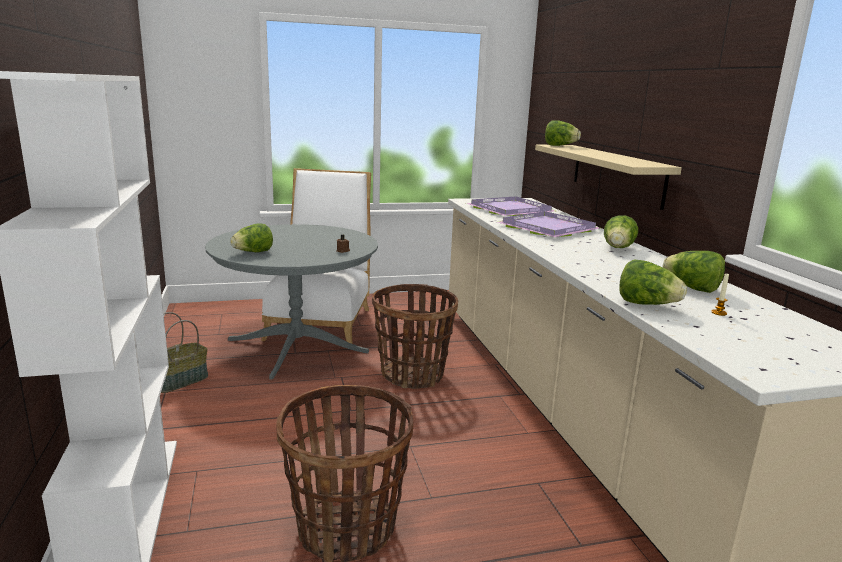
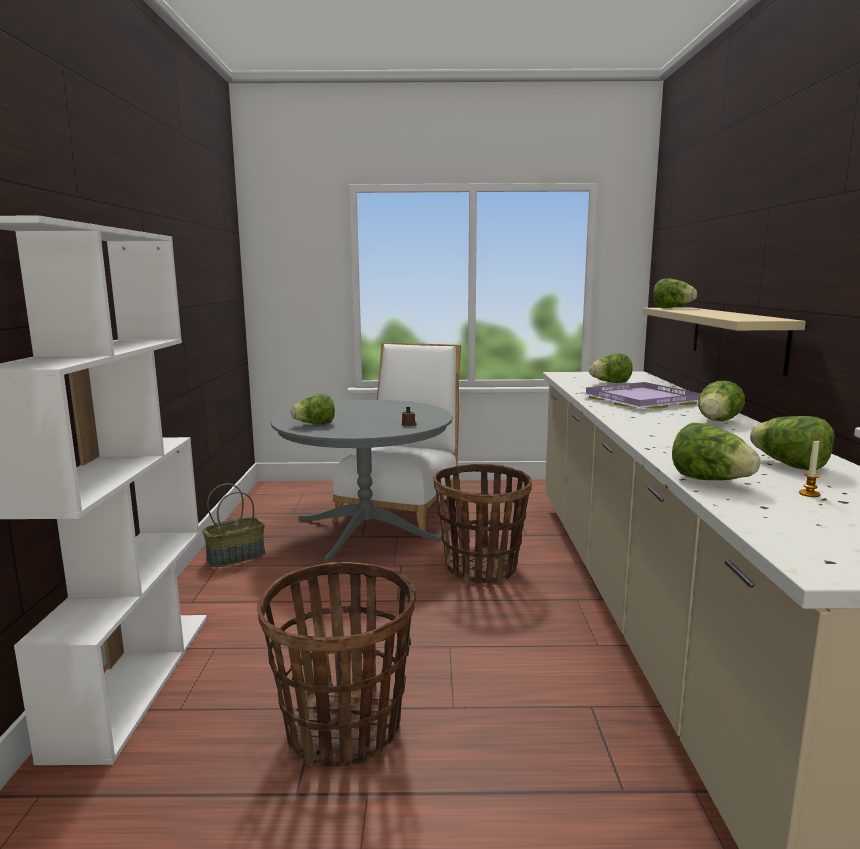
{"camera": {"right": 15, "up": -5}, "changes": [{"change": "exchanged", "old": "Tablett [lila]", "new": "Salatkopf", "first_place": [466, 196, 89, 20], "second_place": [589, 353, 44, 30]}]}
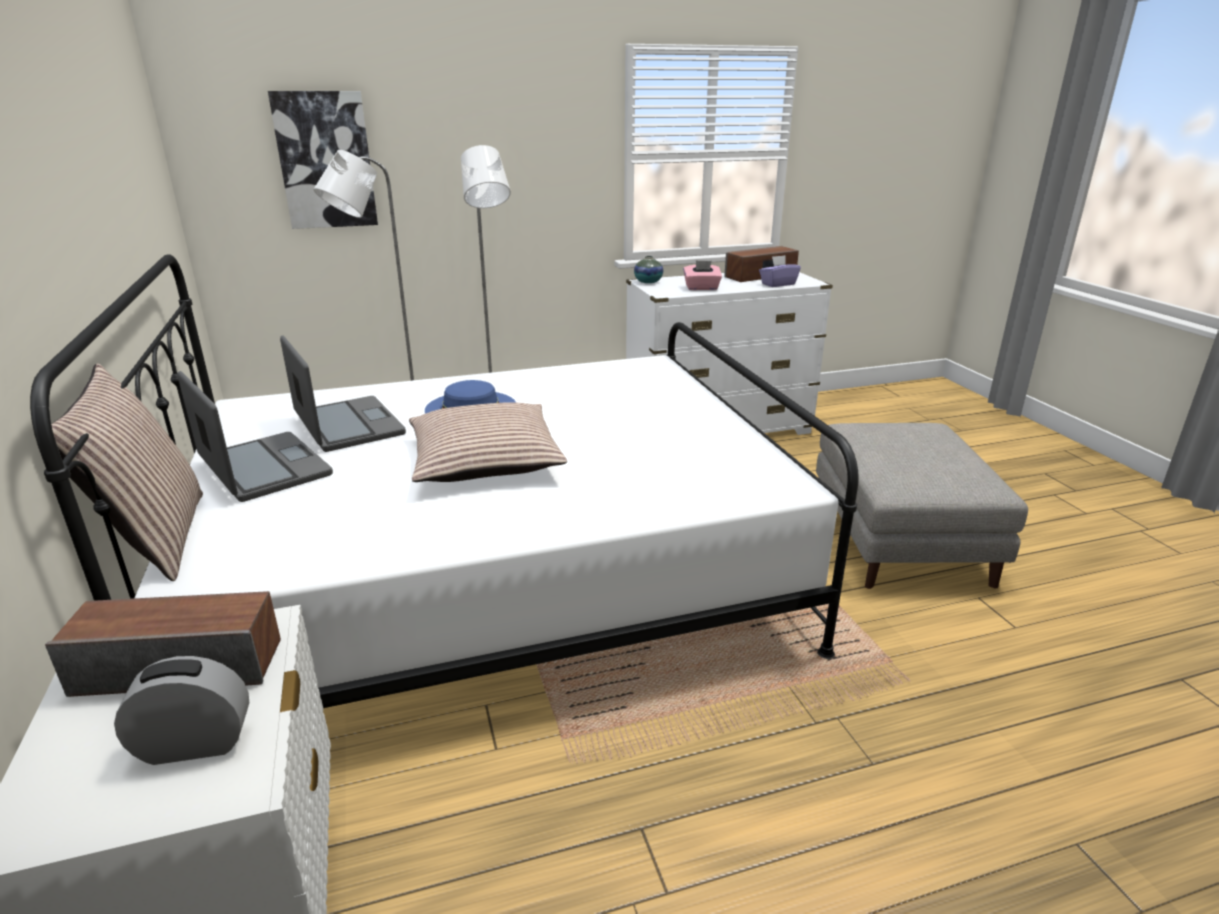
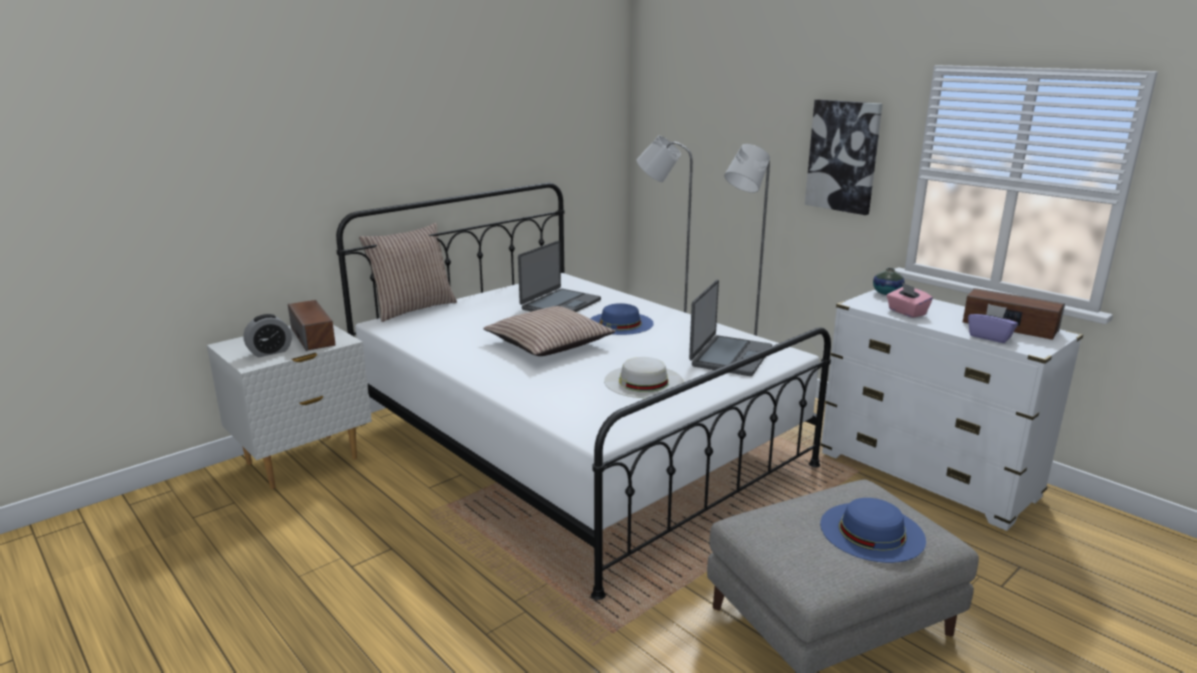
{"camera": {"right": 65, "up": -5}, "changes": [{"change": "relocated", "old": "Bild", "first_place": [268, 91, 110, 138], "second_place": [805, 99, 78, 116]}, {"change": "relocated", "old": "Laptop", "first_place": [177, 371, 156, 131], "second_place": [689, 280, 83, 96]}, {"change": "spun", "old": "Wecker", "first_place": [114, 656, 135, 109], "second_place": [243, 314, 49, 43], "degrees": 90}, {"change": "appeared", "new": "Hut [weiß]", "second_place": [604, 357, 80, 41]}, {"change": "appeared", "new": "Hut [blau]", "second_place": [820, 498, 106, 65]}]}
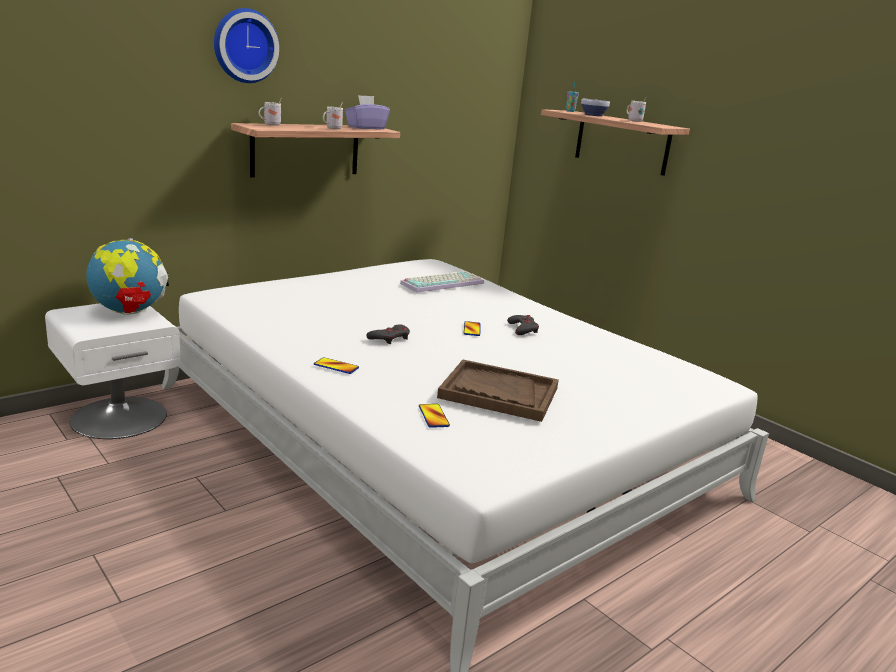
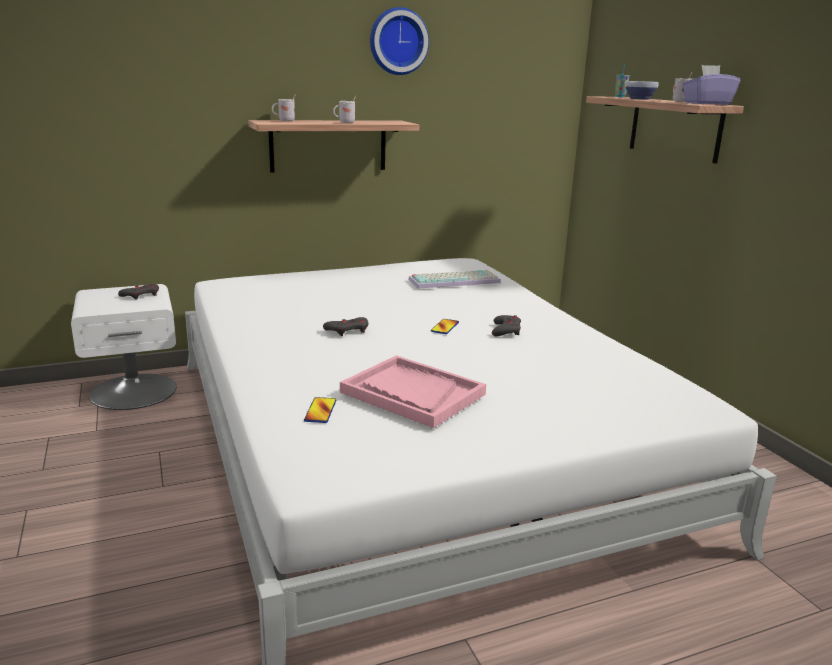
{"camera": {"right": 20, "up": 0}, "changes": [{"change": "relocated", "old": "Wanduhr", "first_place": [214, 8, 65, 75], "second_place": [370, 7, 59, 68]}, {"change": "relocated", "old": "Taschentuchbox [lila]", "first_place": [345, 95, 45, 35], "second_place": [682, 65, 58, 40]}, {"change": "exchanged", "old": "Globus", "new": "Gamepad [grau]", "first_place": [86, 238, 83, 77], "second_place": [118, 284, 41, 16]}, {"change": "missing", "old": "Handy", "first_place": [314, 357, 45, 17]}, {"change": "colour", "old": "Tablett [braun]", "new": "Tablett [rosa]", "first_place": [437, 360, 122, 62], "second_place": [340, 355, 146, 73]}]}
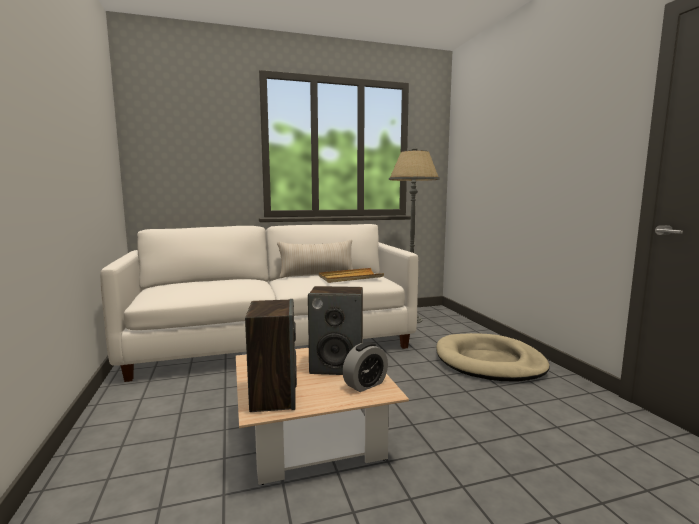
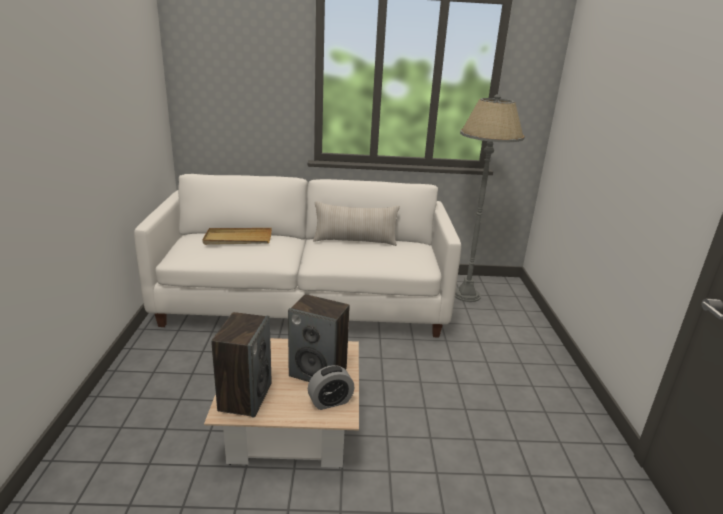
{"camera": {"right": 15, "up": 15}, "changes": [{"change": "relocated", "old": "Tablett [beige]", "first_place": [319, 268, 65, 15], "second_place": [202, 228, 70, 17]}, {"change": "missing", "old": "Hundebett [beige]", "first_place": [436, 333, 114, 49]}]}
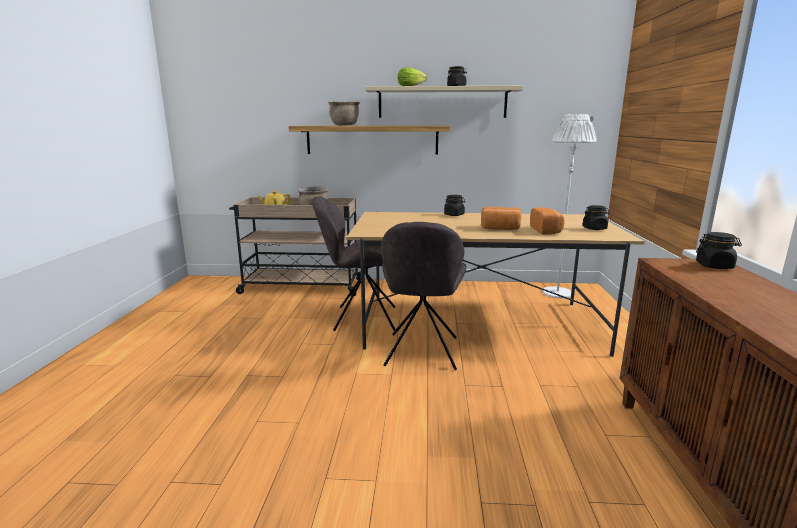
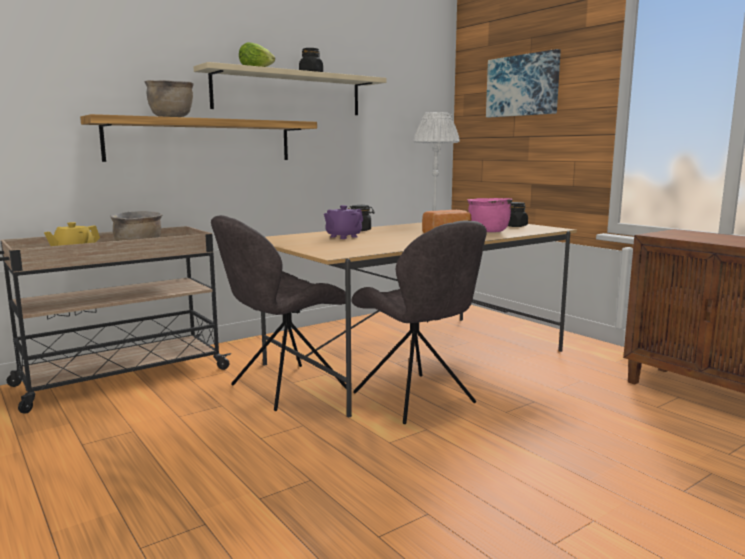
{"camera": {"right": -40, "up": -5}, "changes": [{"change": "exchanged", "old": "Brot", "new": "Kochtopf [rosa]", "first_place": [530, 207, 35, 27], "second_place": [467, 198, 46, 34]}, {"change": "missing", "old": "Vorratsglas [schwarz]", "first_place": [696, 232, 46, 37]}, {"change": "appeared", "new": "Bild", "second_place": [486, 49, 75, 68]}, {"change": "appeared", "new": "Teekanne [lila]", "second_place": [324, 205, 39, 34]}]}
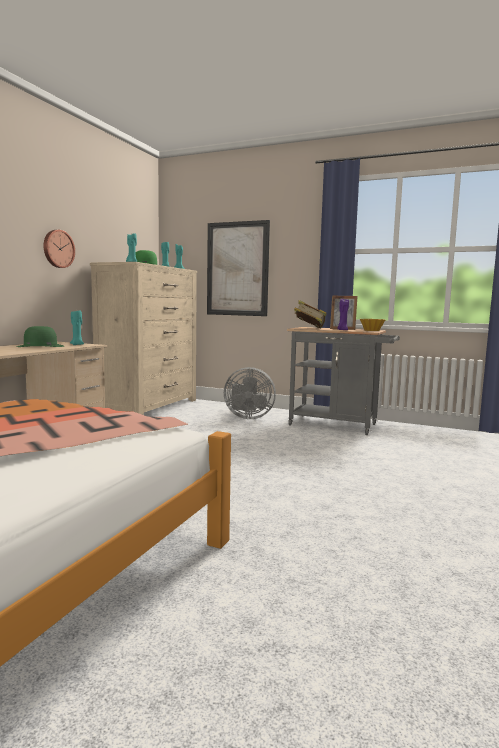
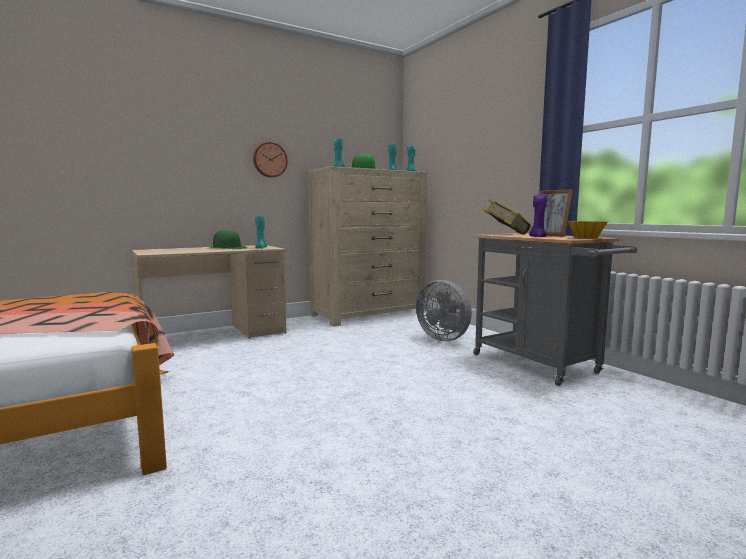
{"camera": {"right": 35, "up": 0}, "changes": [{"change": "missing", "old": "Bild", "first_place": [207, 220, 63, 96]}]}
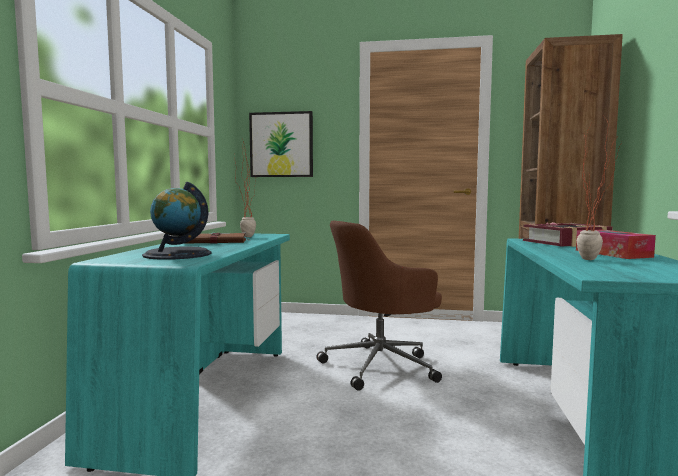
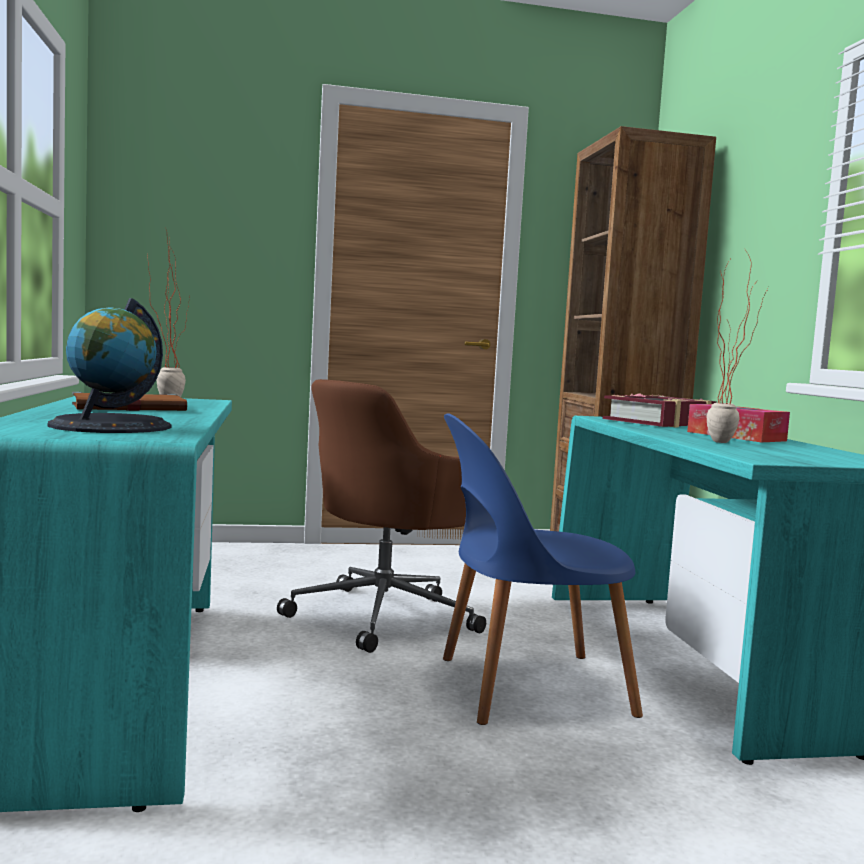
{"camera": {"right": -20, "up": 0}, "changes": [{"change": "missing", "old": "Bild", "first_place": [249, 111, 64, 66]}, {"change": "appeared", "new": "Stuhl [blau]", "second_place": [443, 413, 200, 312]}]}
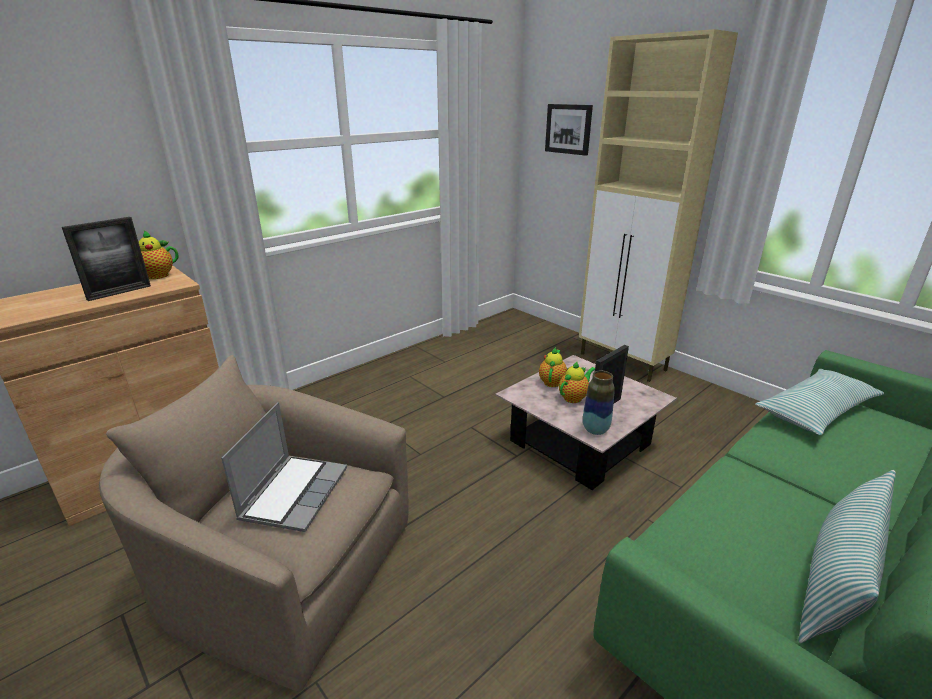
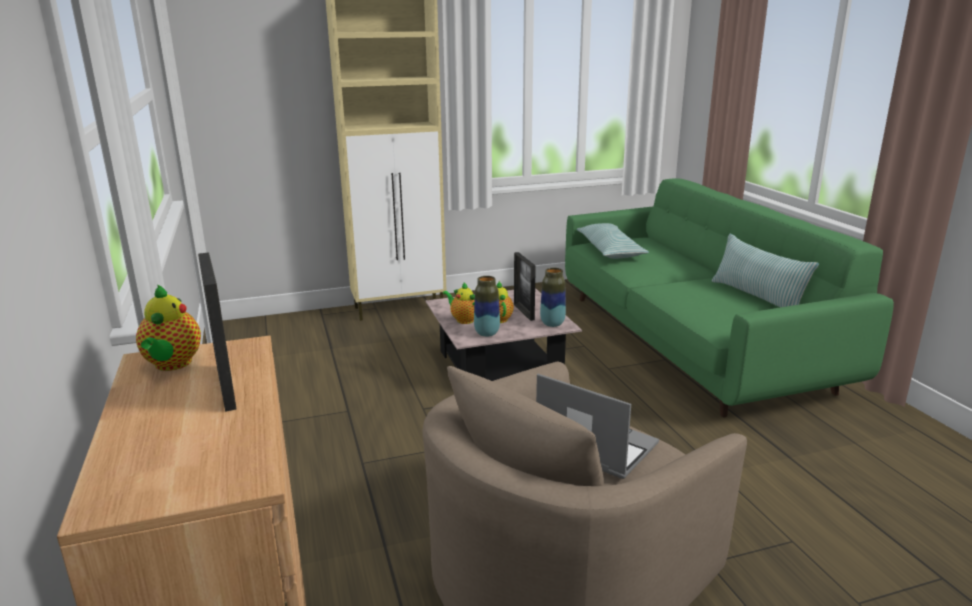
{"camera": {"right": -65, "up": -5}, "changes": [{"change": "missing", "old": "Bild", "first_place": [545, 104, 48, 52]}, {"change": "appeared", "new": "Vase", "second_place": [474, 276, 26, 61]}]}
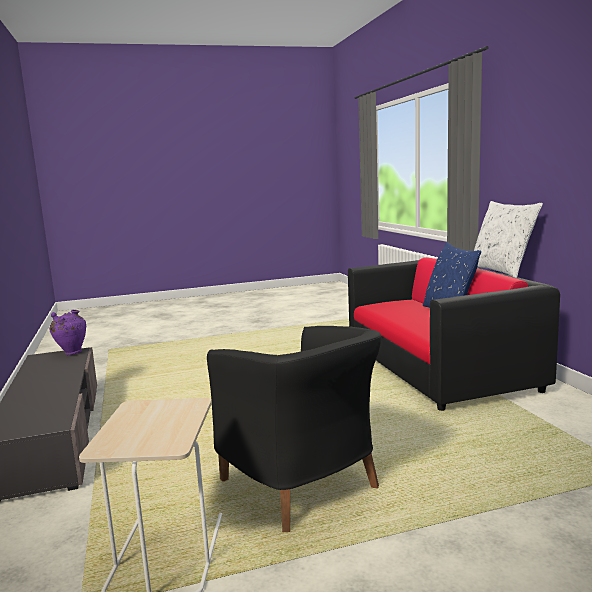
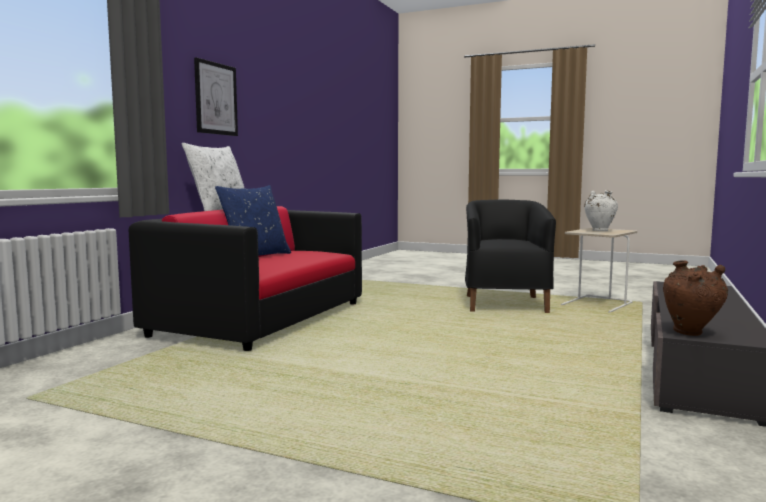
{"camera": {"right": -140, "up": -5}, "changes": [{"change": "colour", "old": "Vase [lila]", "new": "Vase [braun]", "first_place": [49, 310, 37, 45], "second_place": [663, 260, 65, 76]}, {"change": "appeared", "new": "Bild", "second_place": [194, 57, 44, 79]}, {"change": "appeared", "new": "Vase [weiß]", "second_place": [584, 190, 34, 41]}]}
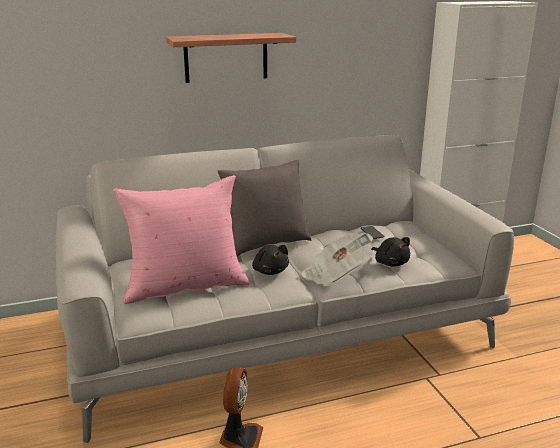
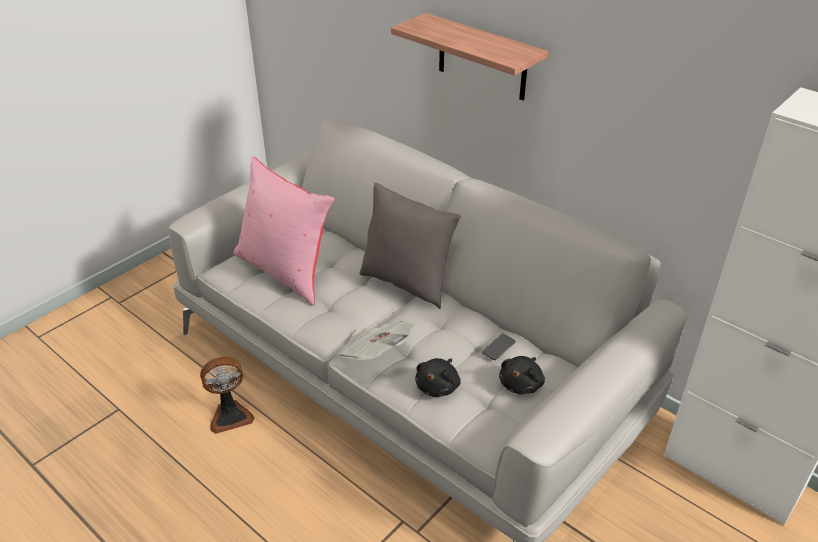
{"camera": {"right": 60, "up": 15}, "changes": [{"change": "relocated", "old": "Plüschtier [schwarz]", "first_place": [252, 245, 37, 30], "second_place": [499, 356, 46, 38]}]}
